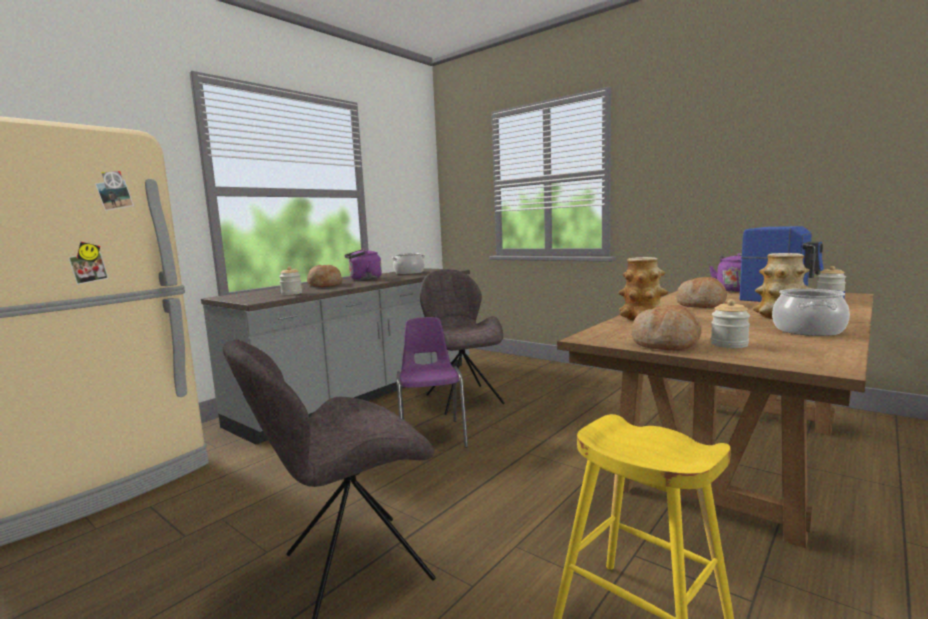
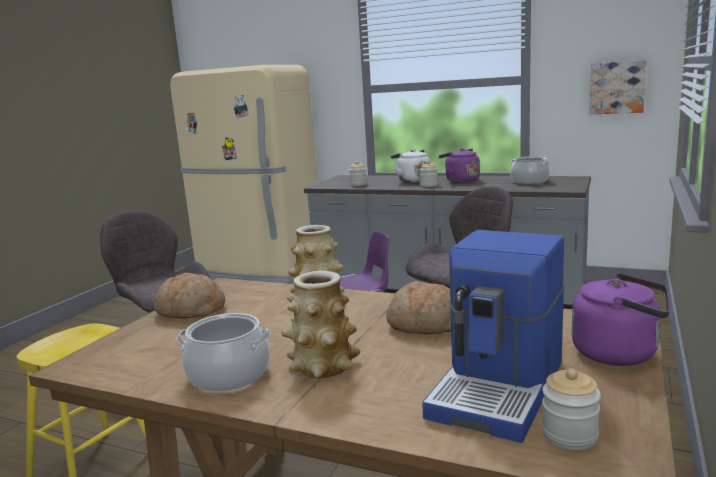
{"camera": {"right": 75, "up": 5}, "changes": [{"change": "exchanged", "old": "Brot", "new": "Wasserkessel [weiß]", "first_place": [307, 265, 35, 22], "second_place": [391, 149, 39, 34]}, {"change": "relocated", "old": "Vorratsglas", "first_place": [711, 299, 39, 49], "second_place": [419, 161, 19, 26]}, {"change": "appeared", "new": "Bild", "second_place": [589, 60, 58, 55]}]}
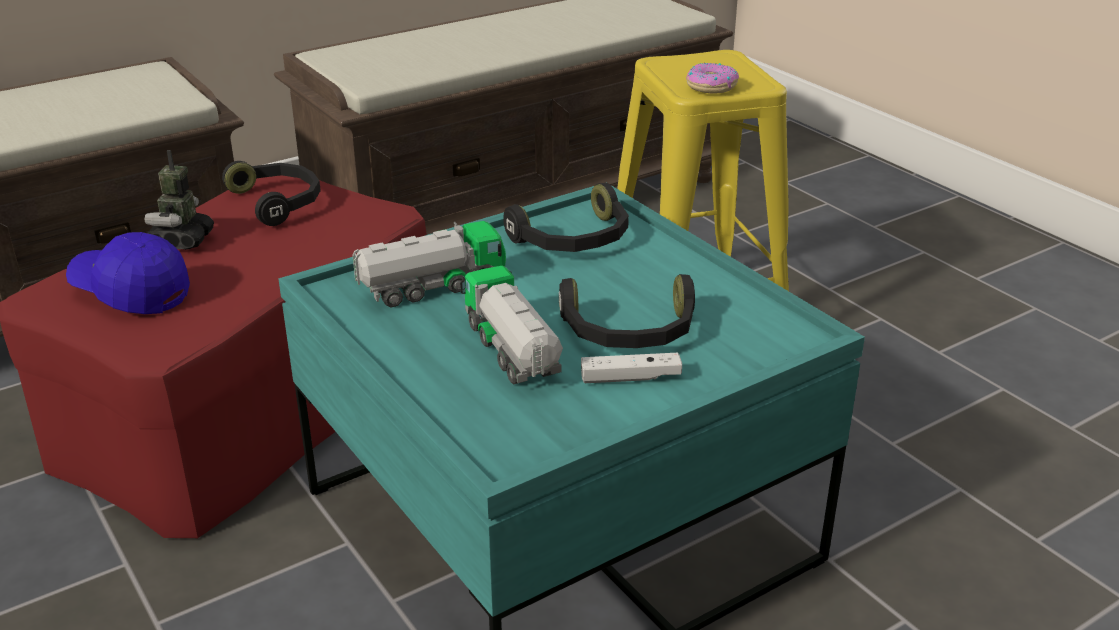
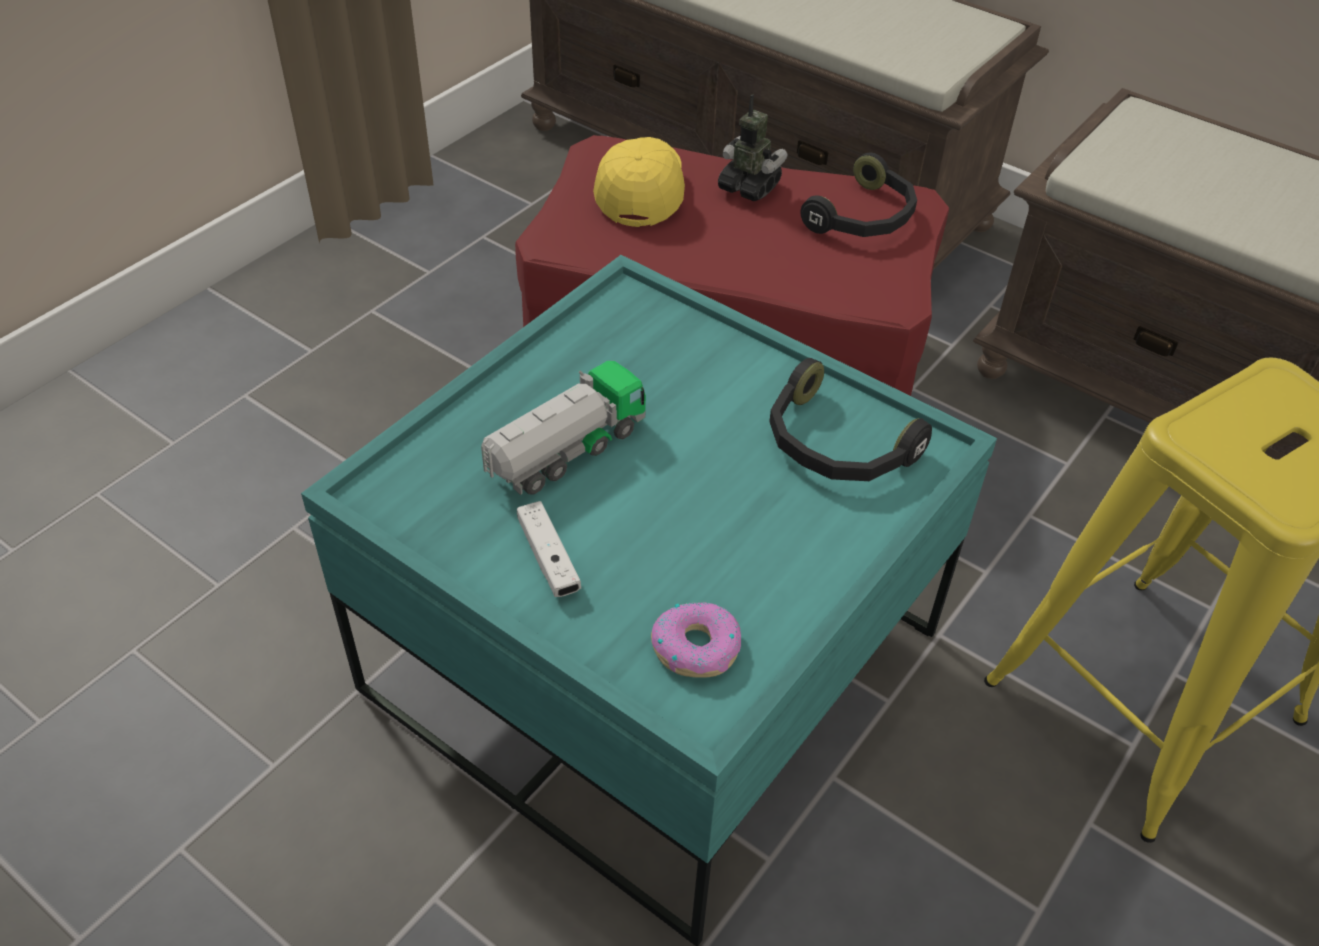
{"camera": {"right": 70, "up": 15}, "changes": [{"change": "relocated", "old": "Donut", "first_place": [686, 63, 53, 30], "second_place": [651, 602, 90, 76]}, {"change": "spun", "old": "Spielzeugroboter", "first_place": [145, 150, 69, 100], "second_place": [718, 94, 70, 107], "degrees": 45}, {"change": "missing", "old": "Spielzeuglaster", "first_place": [353, 221, 153, 87]}, {"change": "colour", "old": "Kappe [blau]", "new": "Kappe [gelb]", "first_place": [66, 232, 124, 82], "second_place": [593, 137, 92, 90]}, {"change": "missing", "old": "Kopfhörer [schwarz]", "first_place": [559, 274, 136, 74]}]}
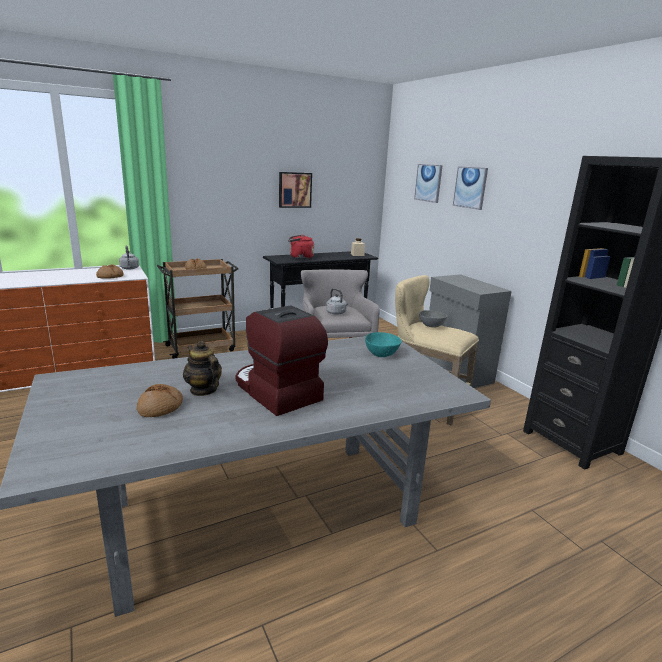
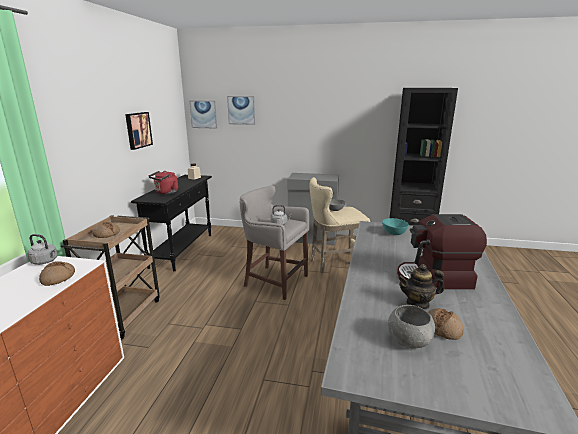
{"camera": {"right": -50, "up": 0}, "changes": [{"change": "relocated", "old": "Bild", "first_place": [453, 166, 35, 44], "second_place": [190, 100, 27, 29]}, {"change": "appeared", "new": "Schüssel [grau]", "second_place": [388, 305, 47, 43]}]}
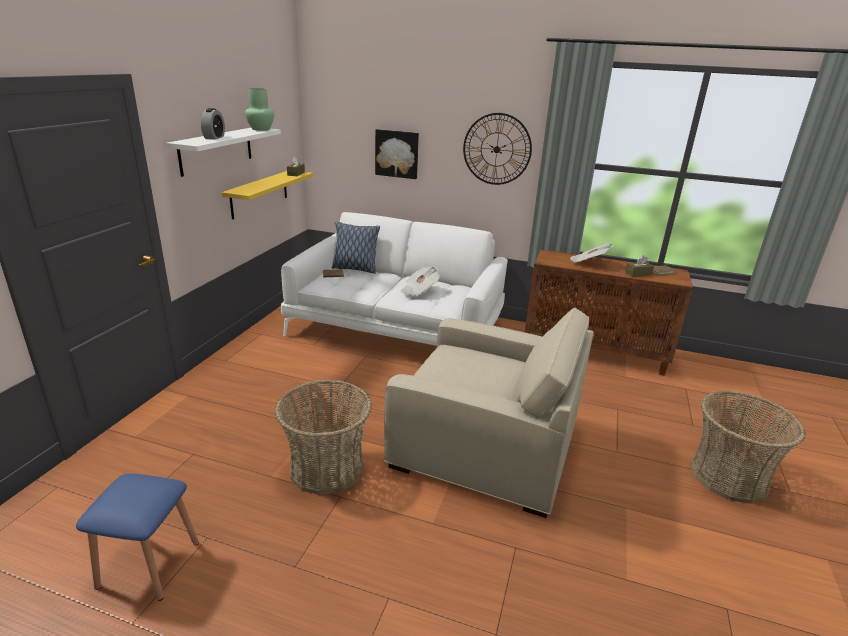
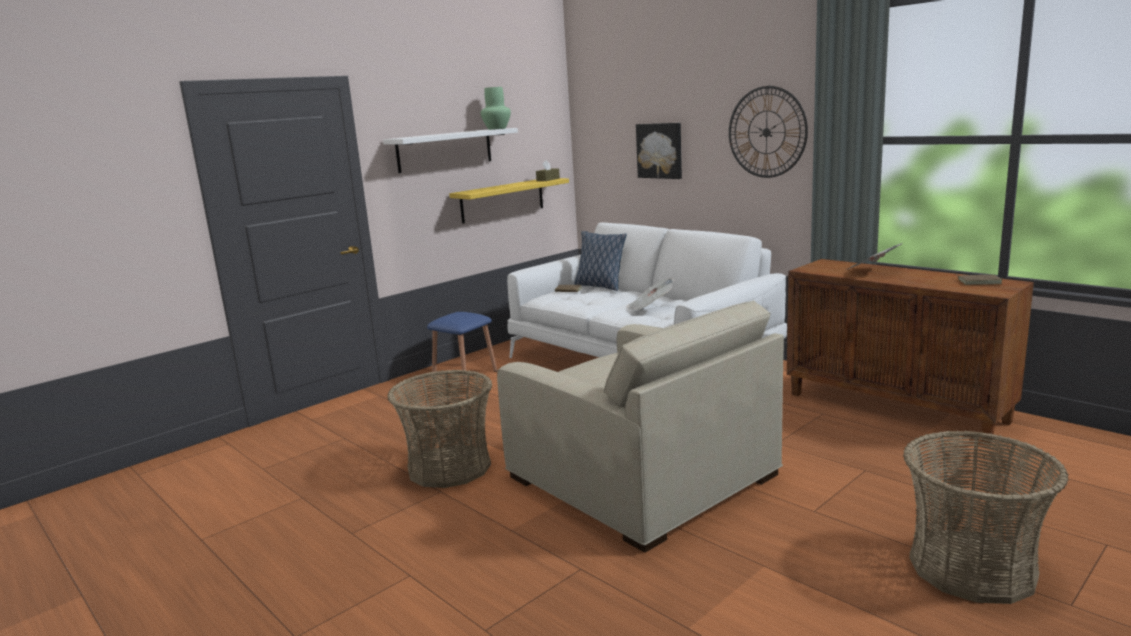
{"camera": {"right": 30, "up": -10}, "changes": [{"change": "missing", "old": "Wecker", "first_place": [201, 108, 24, 31]}, {"change": "missing", "old": "Taschentuchbox [braun]", "first_place": [625, 255, 29, 22]}, {"change": "relocated", "old": "Hocker [blau]", "first_place": [76, 474, 123, 127], "second_place": [427, 312, 70, 73]}]}
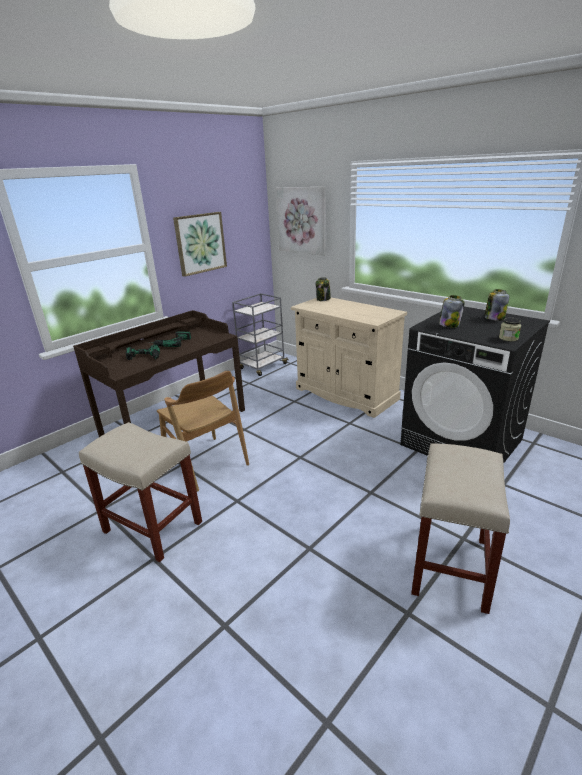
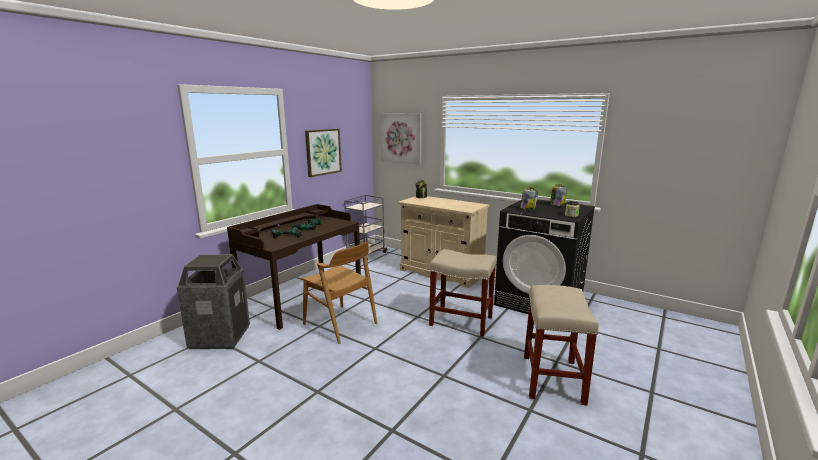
{"camera": {"right": -10, "up": -10}, "changes": [{"change": "relocated", "old": "Hocker [beige]", "first_place": [79, 422, 123, 140], "second_place": [429, 249, 68, 87]}, {"change": "appeared", "new": "Mülleimer", "second_place": [177, 254, 73, 95]}]}
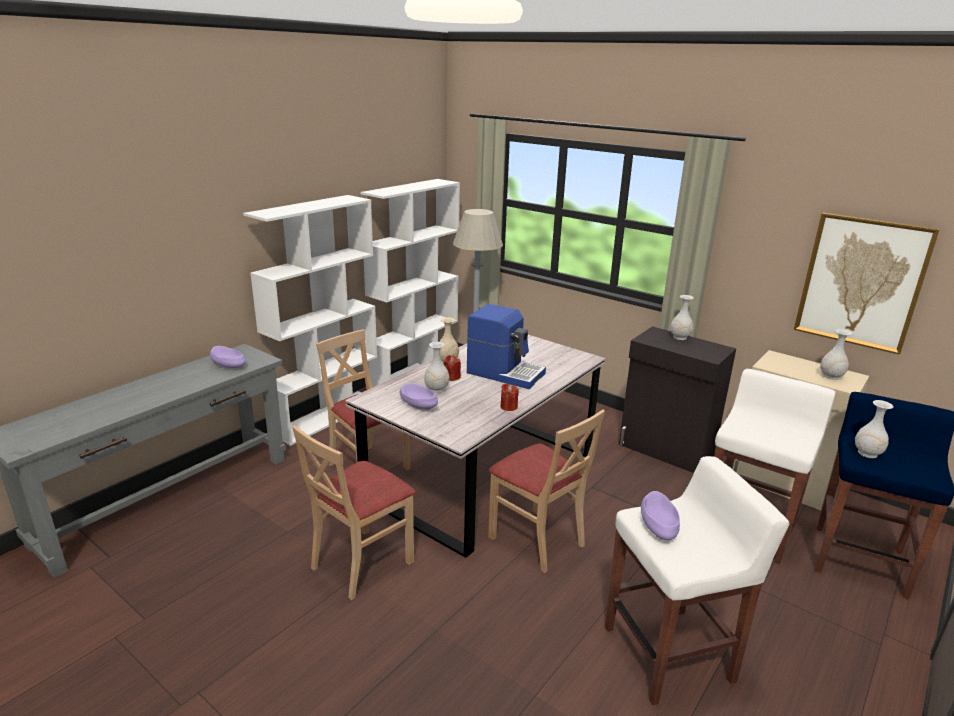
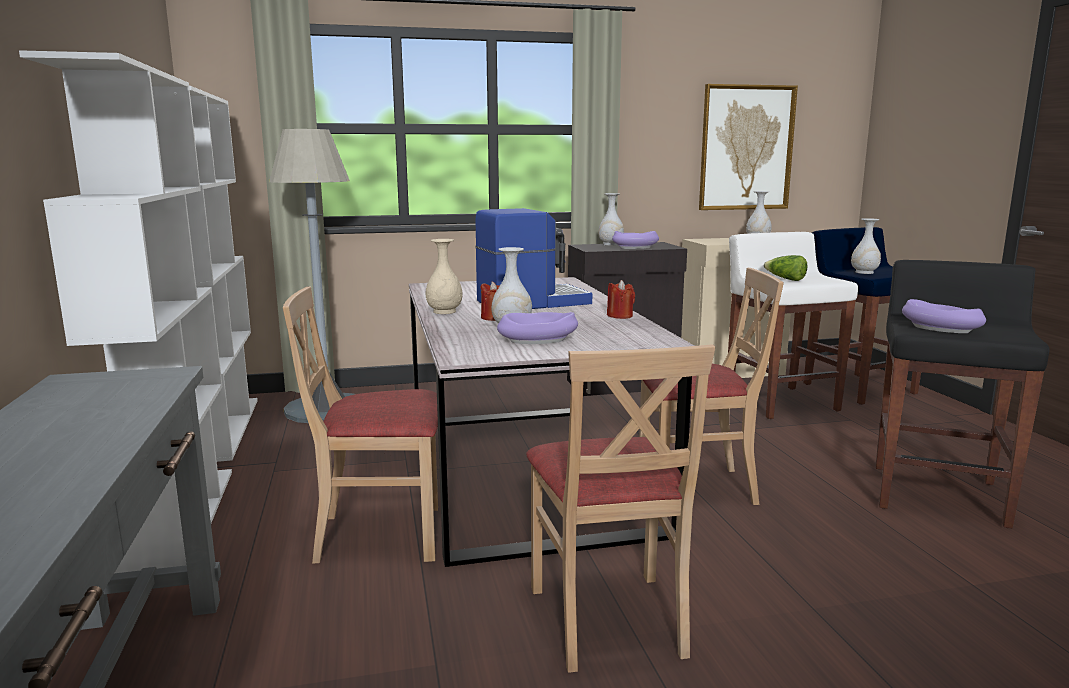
{"camera": {"right": -50, "up": -10}, "changes": [{"change": "relocated", "old": "Schüssel [lila]", "first_place": [210, 346, 36, 24], "second_place": [612, 231, 47, 18]}, {"change": "colour", "old": "Hocker [weiß]", "new": "Hocker [schwarz]", "first_place": [605, 456, 184, 249], "second_place": [876, 260, 174, 268]}, {"change": "appeared", "new": "Salatkopf", "second_place": [764, 255, 44, 26]}]}
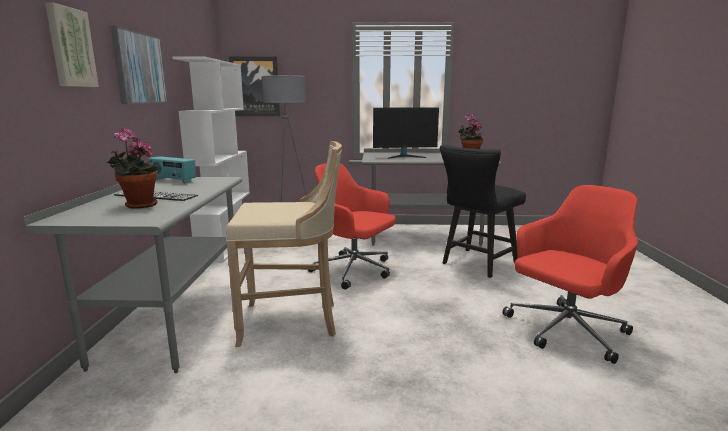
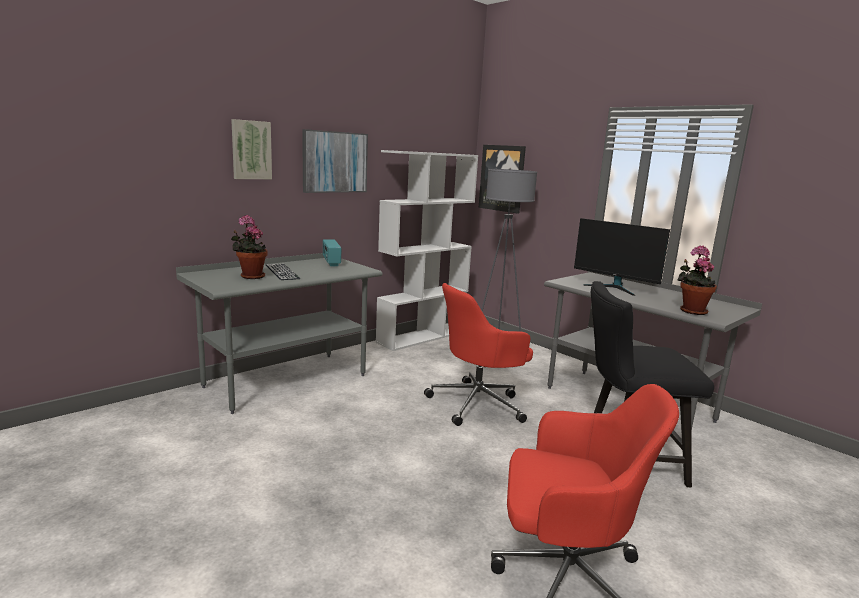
{"camera": {"right": 45, "up": 0}, "changes": [{"change": "missing", "old": "Hocker [beige]", "first_place": [226, 141, 116, 206]}, {"change": "spun", "old": "Bürostuhl [rot]", "first_place": [308, 163, 88, 127], "second_place": [424, 283, 109, 143], "degrees": -105}]}
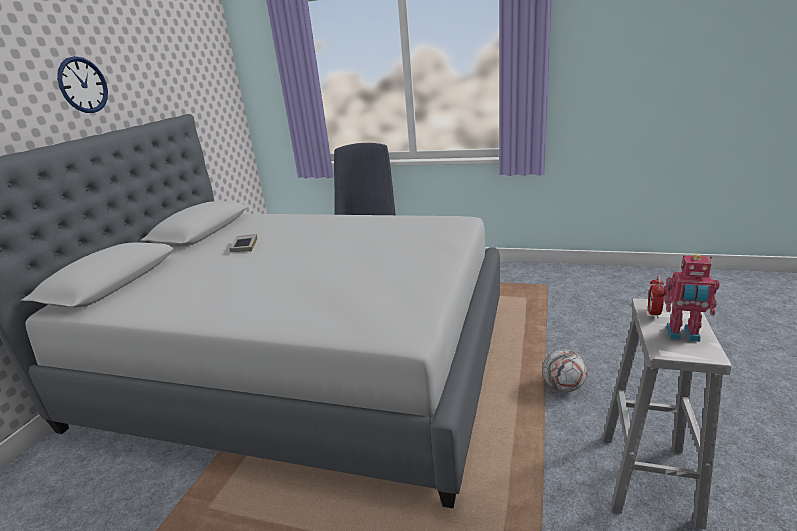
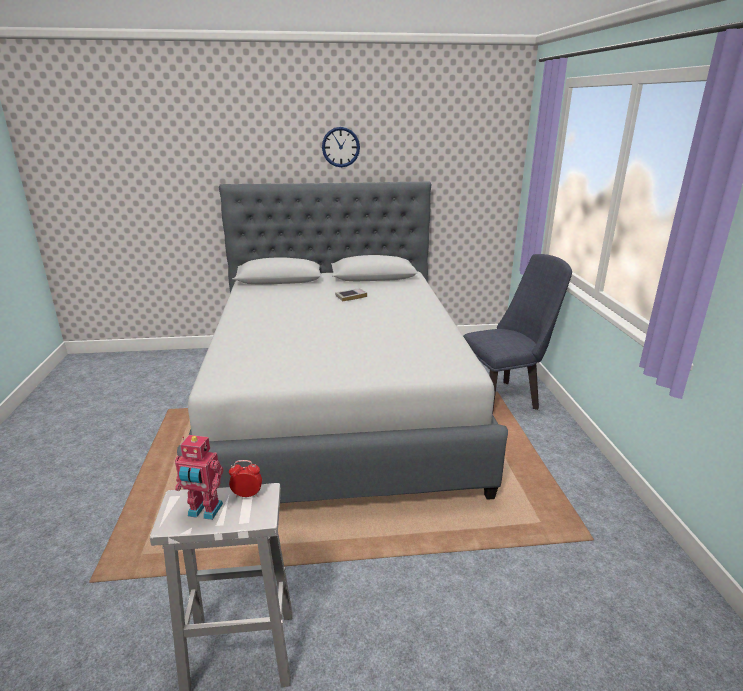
{"camera": {"right": 65, "up": 0}, "changes": [{"change": "spun", "old": "Spielzeugroboter", "first_place": [665, 254, 55, 88], "second_place": [175, 435, 48, 85], "degrees": -75}, {"change": "missing", "old": "Fußball", "first_place": [542, 349, 45, 43]}]}
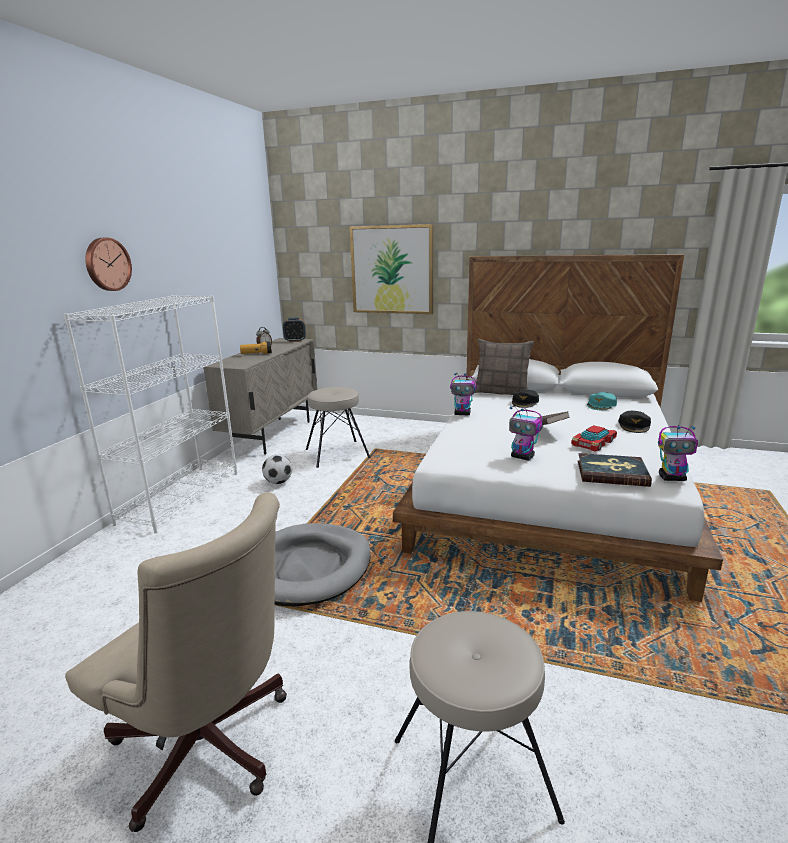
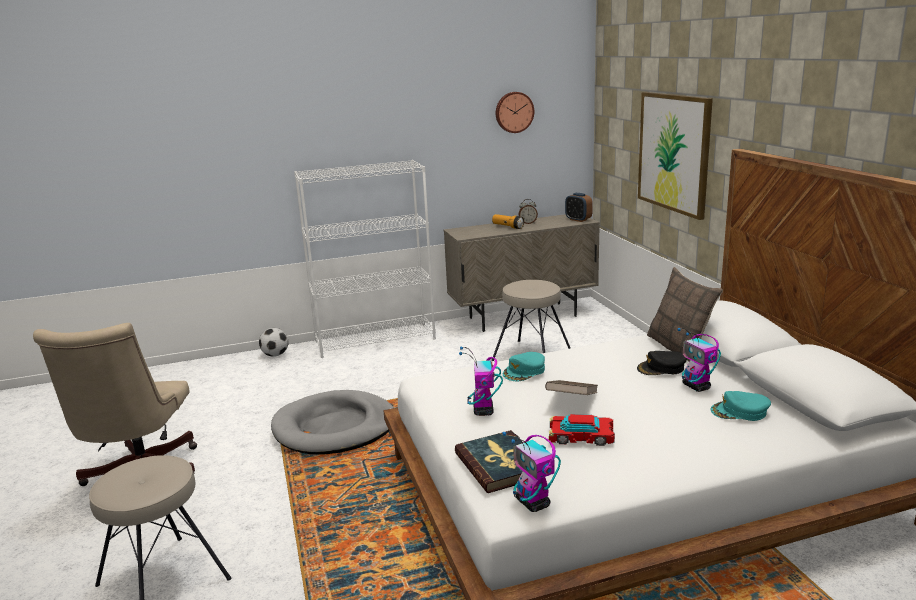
{"camera": {"right": 55, "up": 0}, "changes": [{"change": "relocated", "old": "Wanduhr", "first_place": [85, 238, 47, 53], "second_place": [496, 92, 38, 41]}, {"change": "relocated", "old": "Spielzeugroboter", "first_place": [450, 373, 27, 42], "second_place": [677, 328, 44, 64]}, {"change": "missing", "old": "Kappe [schwarz]", "first_place": [618, 411, 33, 22]}, {"change": "relocated", "old": "Fußball", "first_place": [262, 454, 30, 30], "second_place": [259, 328, 30, 29]}, {"change": "appeared", "new": "Kappe [türkis]", "second_place": [503, 352, 42, 29]}]}
